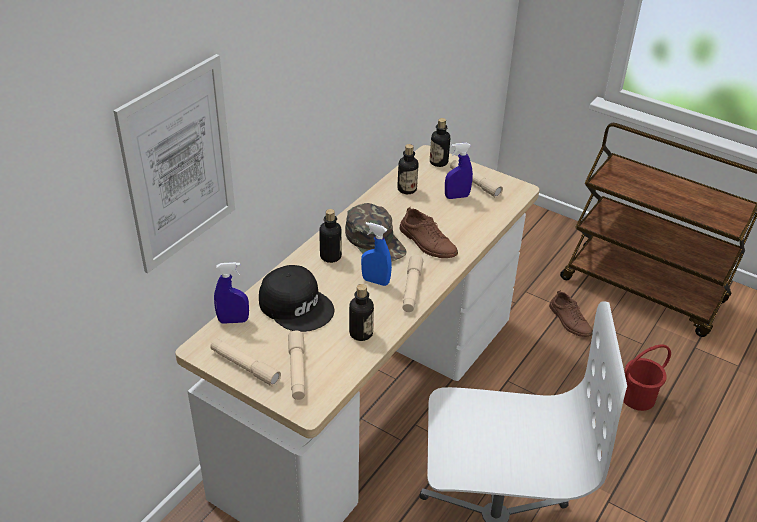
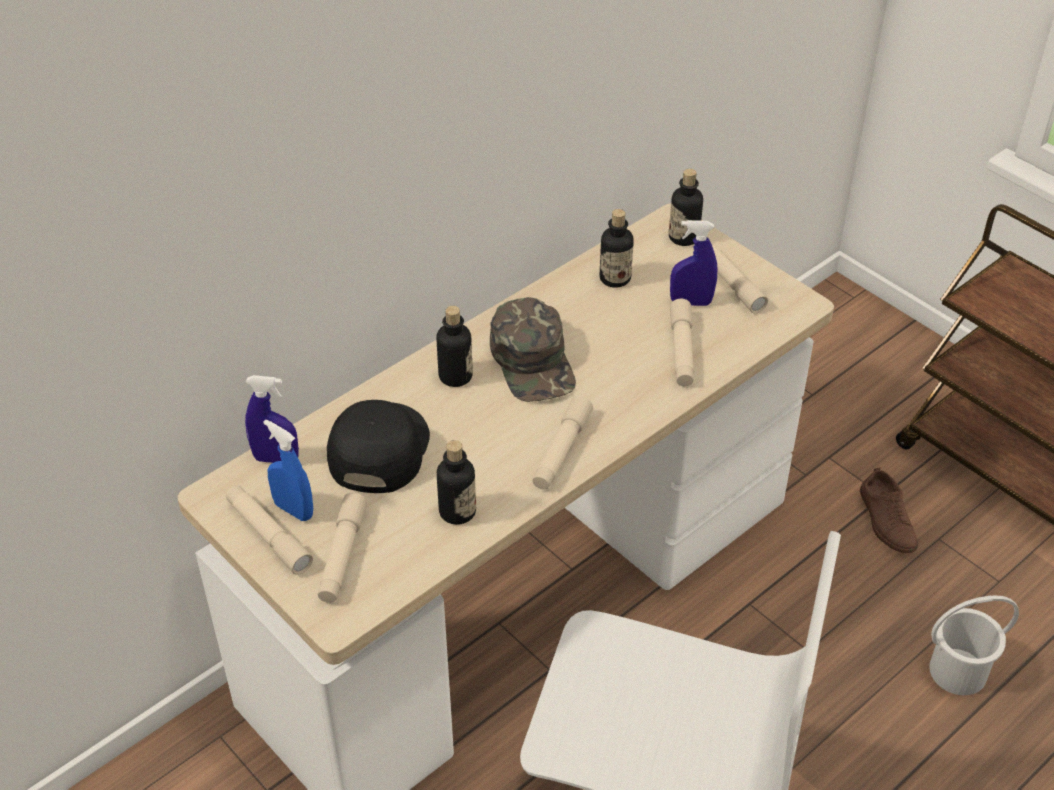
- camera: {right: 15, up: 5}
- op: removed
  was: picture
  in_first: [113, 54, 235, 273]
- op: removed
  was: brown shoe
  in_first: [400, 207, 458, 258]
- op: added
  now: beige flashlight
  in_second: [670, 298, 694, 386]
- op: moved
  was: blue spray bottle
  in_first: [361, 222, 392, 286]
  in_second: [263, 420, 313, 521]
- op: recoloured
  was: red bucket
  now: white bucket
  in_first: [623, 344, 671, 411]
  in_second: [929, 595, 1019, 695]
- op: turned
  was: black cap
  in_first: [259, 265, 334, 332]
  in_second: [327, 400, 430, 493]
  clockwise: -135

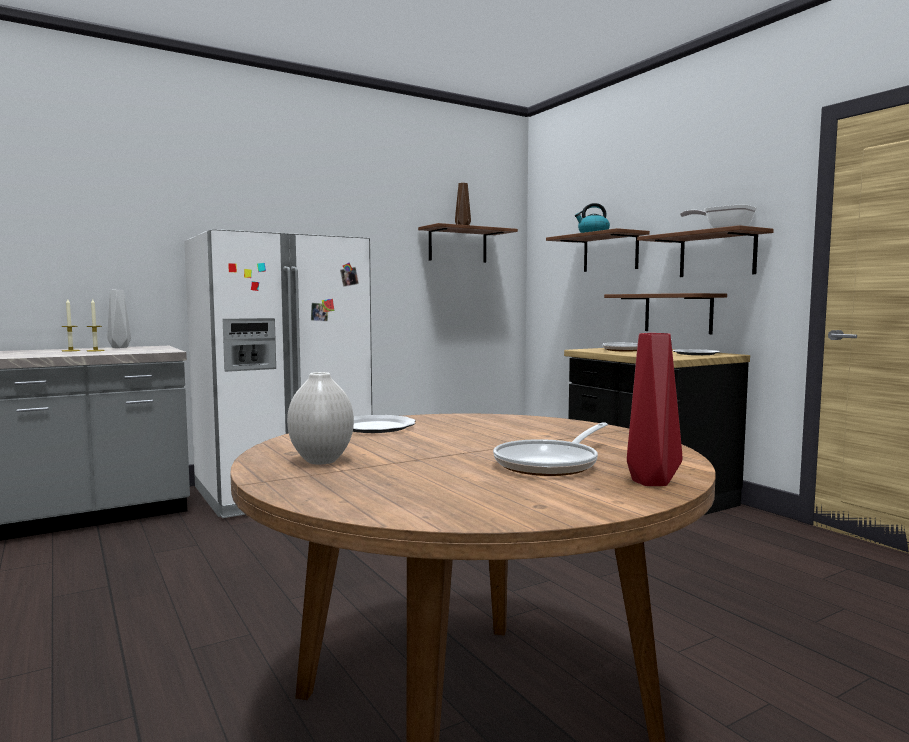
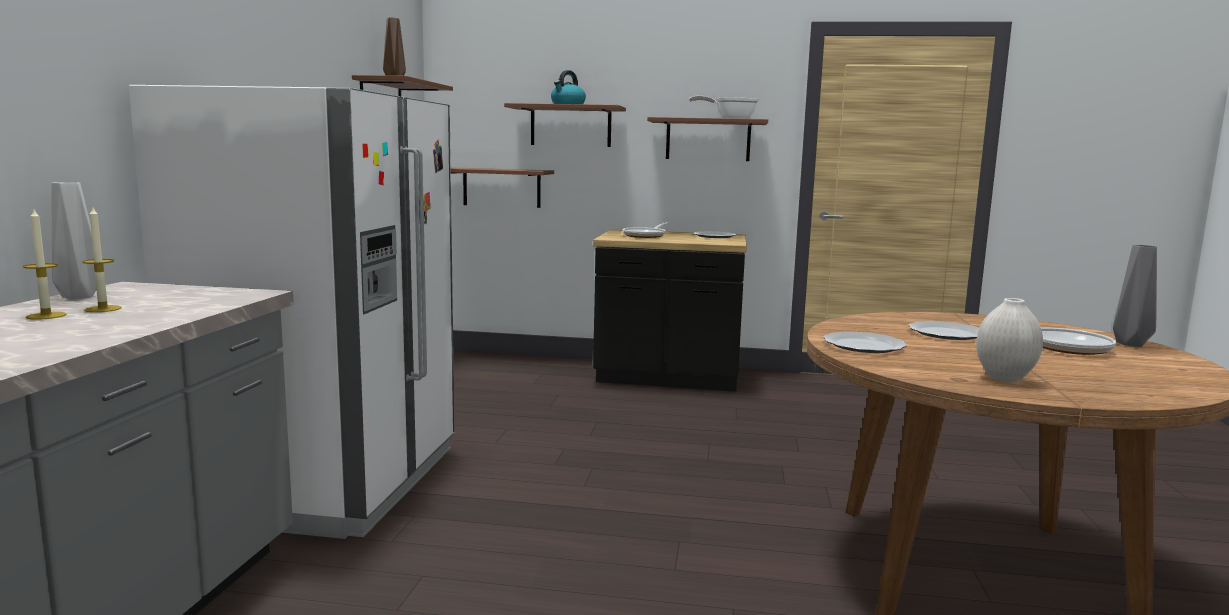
- camera: {right: -50, up: 5}
- op: added
  now: plate
  in_second: [908, 321, 979, 340]
- op: moved
  was: brown shelf
  in_first: [604, 293, 727, 334]
  in_second: [451, 167, 554, 208]
- op: recoloured
  was: red vase
  now: grey vase
  in_first: [627, 333, 683, 486]
  in_second: [1113, 245, 1157, 347]

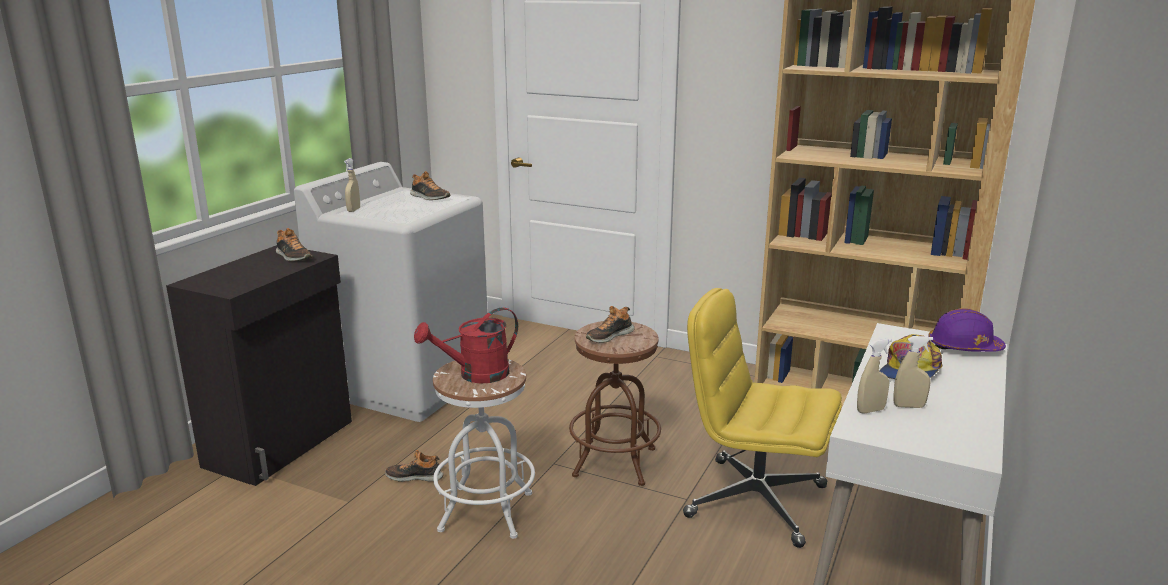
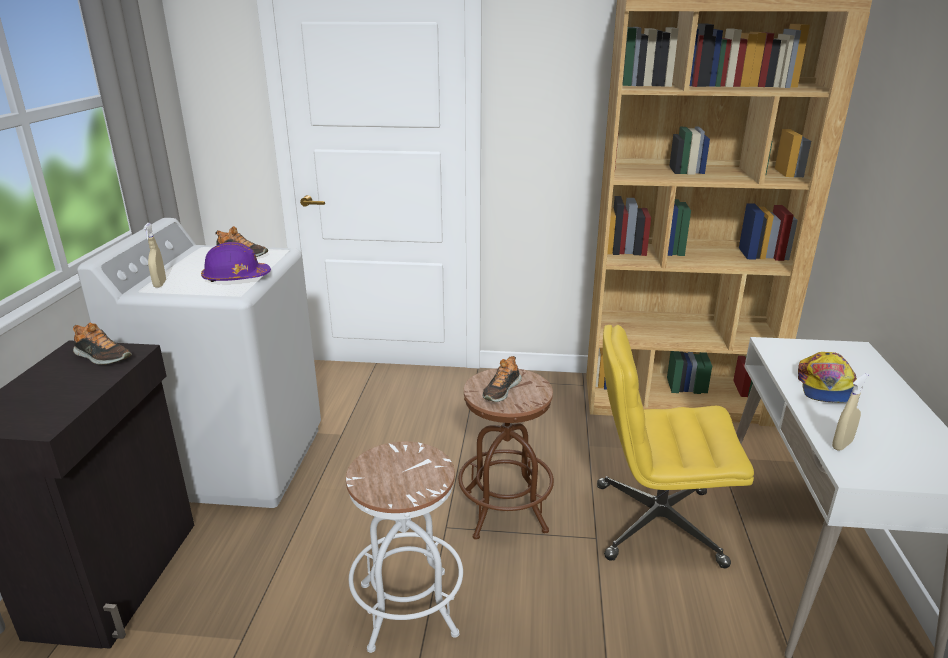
- camera: {right: -20, up: 5}
- op: removed
  was: shoe
  in_first: [385, 450, 444, 482]
- op: removed
  was: red watering can
  in_first: [414, 307, 518, 384]
- op: removed
  was: beige spray bottle
  in_first: [893, 336, 933, 408]
- op: moved
  was: purple hard hat
  in_first: [928, 309, 1006, 352]
  in_second: [201, 242, 271, 282]

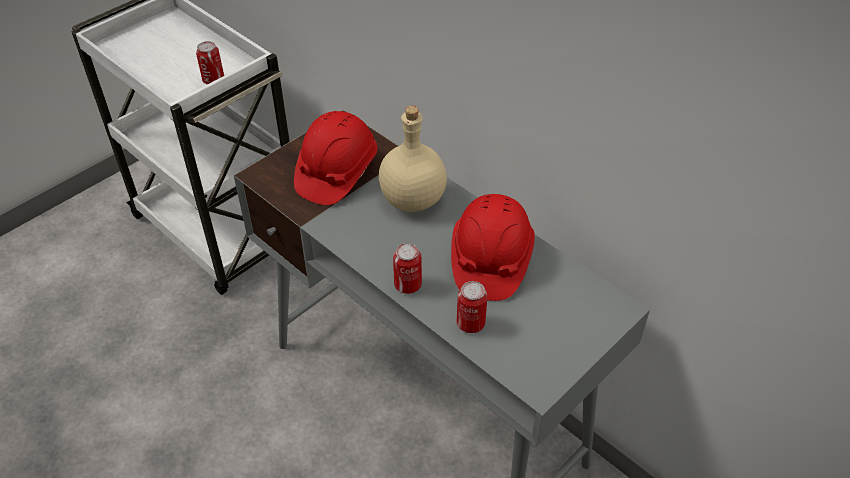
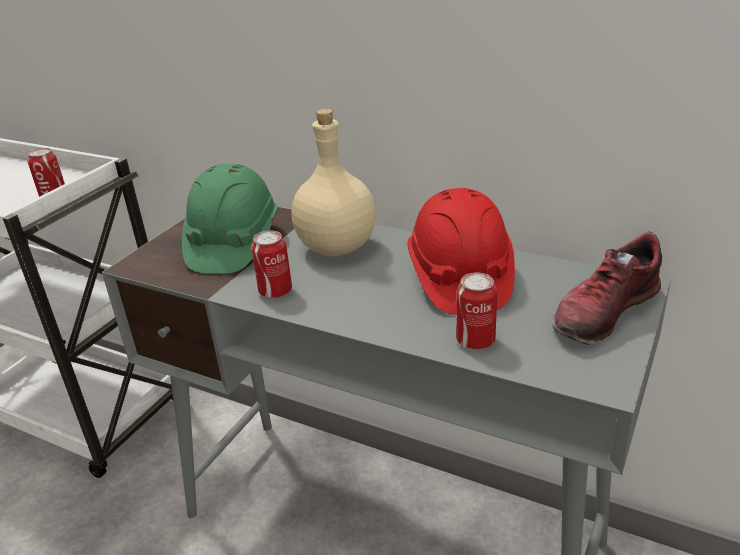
- camera: {right: -15, up: -15}
- op: added
  now: shoe
  in_second: [552, 232, 662, 345]
- op: moved
  was: can
  in_first: [393, 243, 422, 294]
  in_second: [251, 231, 292, 298]
- op: recoloured
  was: red hard hat
  now: green hard hat
  in_first: [294, 111, 377, 205]
  in_second: [182, 164, 278, 274]

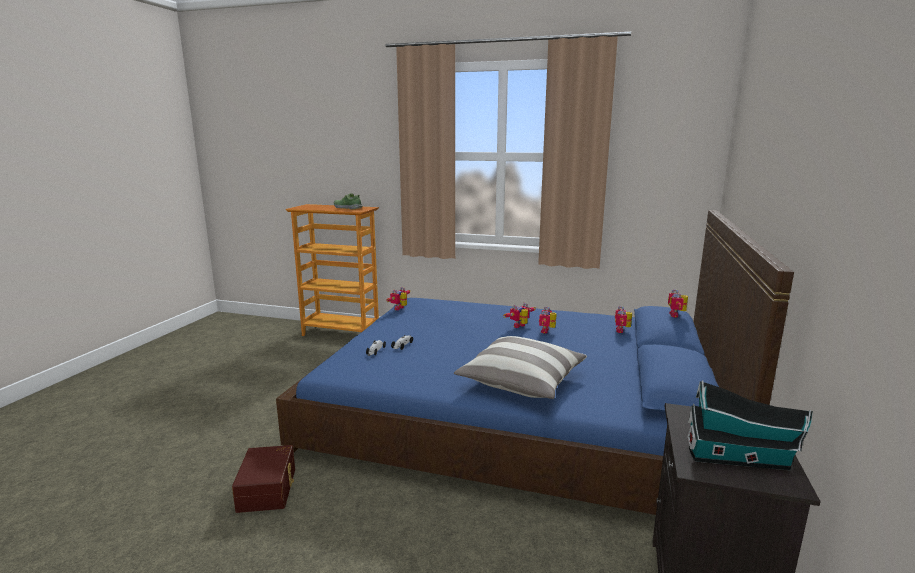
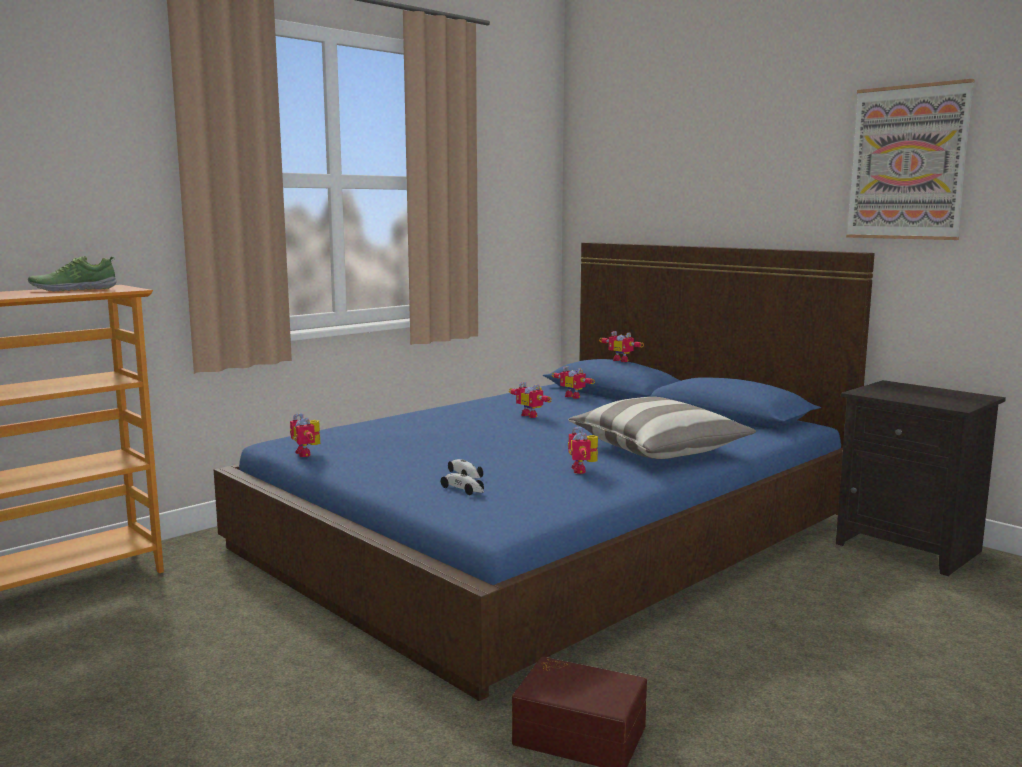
- camera: {right: -60, up: -5}
- op: removed
  was: toy house
  in_first: [687, 380, 813, 471]
- op: added
  now: picture
  in_second: [846, 79, 975, 240]
- op: moved
  was: toy robot
  in_first: [503, 303, 536, 328]
  in_second: [568, 426, 598, 474]

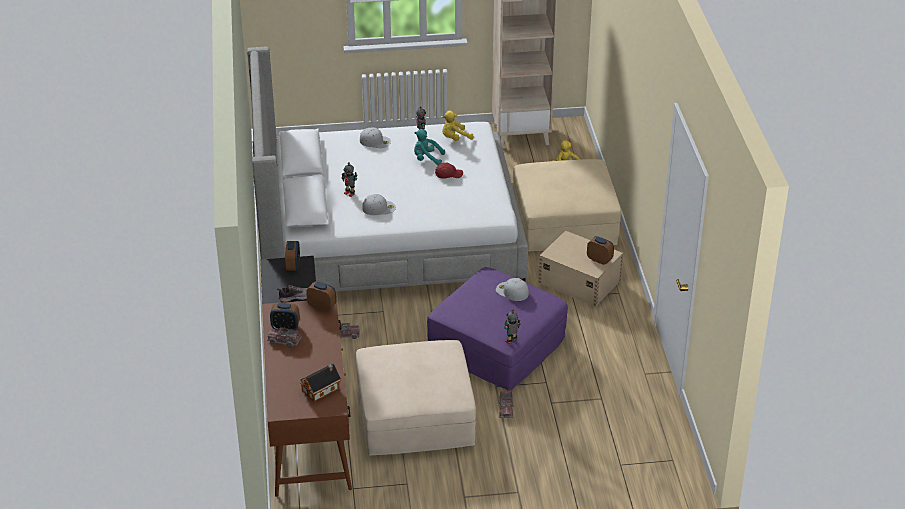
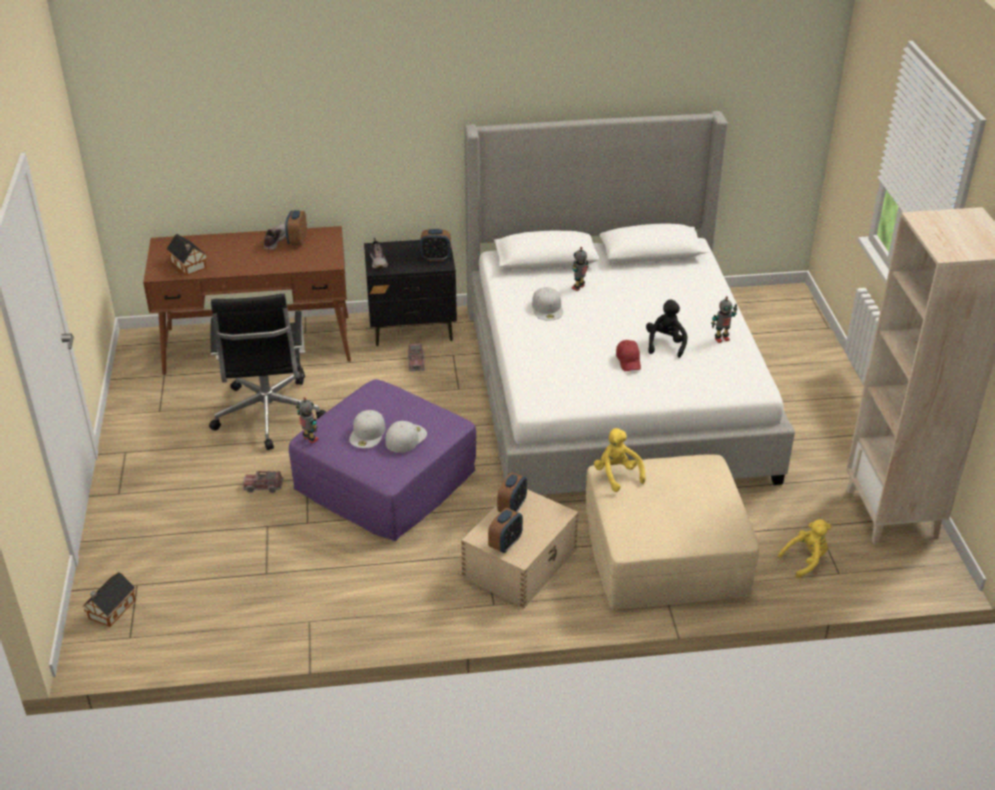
- camera: {right: 90, up: 0}
- op: added
  now: toy house
  in_second: [82, 572, 135, 627]
- op: moved
  was: alarm clock
  in_first: [306, 281, 336, 312]
  in_second: [497, 472, 527, 512]
- op: moved
  was: white cap
  in_first: [360, 128, 391, 148]
  in_second: [349, 410, 386, 448]
- op: moved
  was: yellow plush toy
  in_first: [442, 111, 474, 141]
  in_second: [594, 428, 646, 492]
- op: replaced
  was: toy truck
  now: shoe
  in_first: [267, 327, 302, 348]
  in_second: [264, 224, 286, 250]
- op: replaced
  was: beige ottoman
  now: black office chair
  in_first: [356, 340, 476, 456]
  in_second: [209, 294, 326, 450]
- op: recoloured
  was: turquoise plush toy
  now: black plush toy
  in_first: [414, 129, 445, 165]
  in_second: [646, 300, 687, 358]

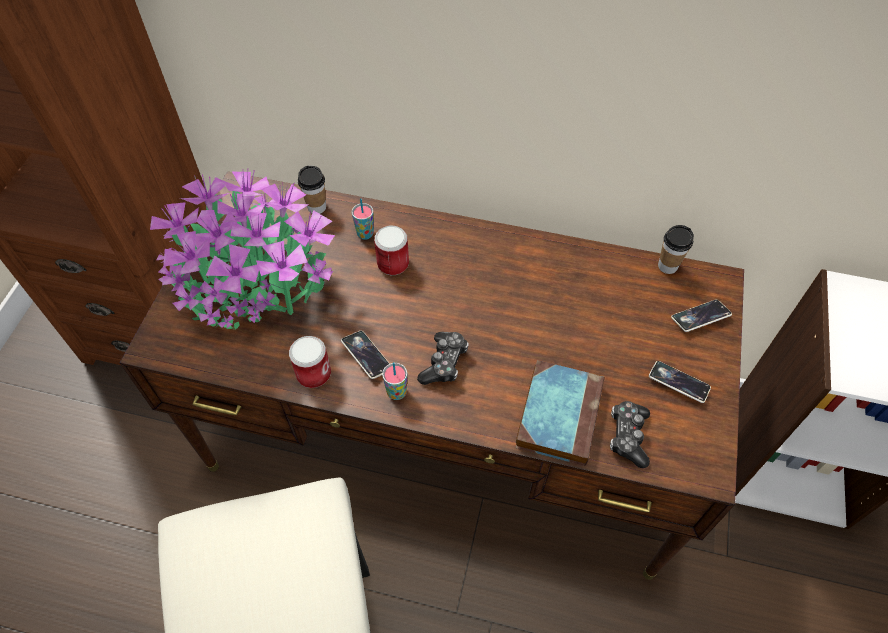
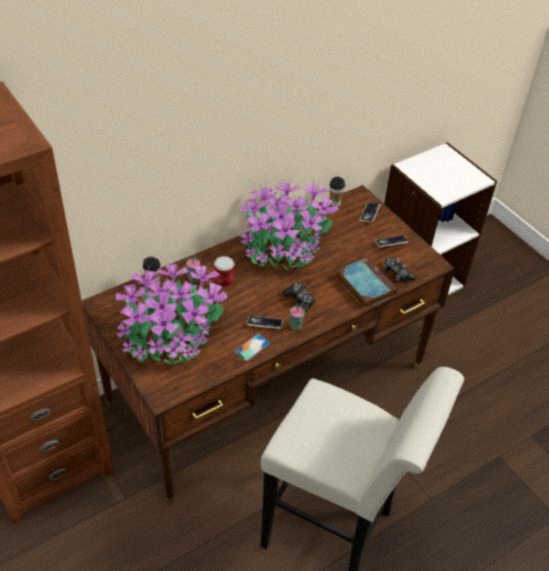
- camera: {right: -50, up: -10}
- op: added
  now: potted plant
  in_second: [240, 179, 339, 271]
- op: replaced
  was: can
  now: phone
  in_first: [289, 336, 331, 388]
  in_second: [234, 334, 270, 361]

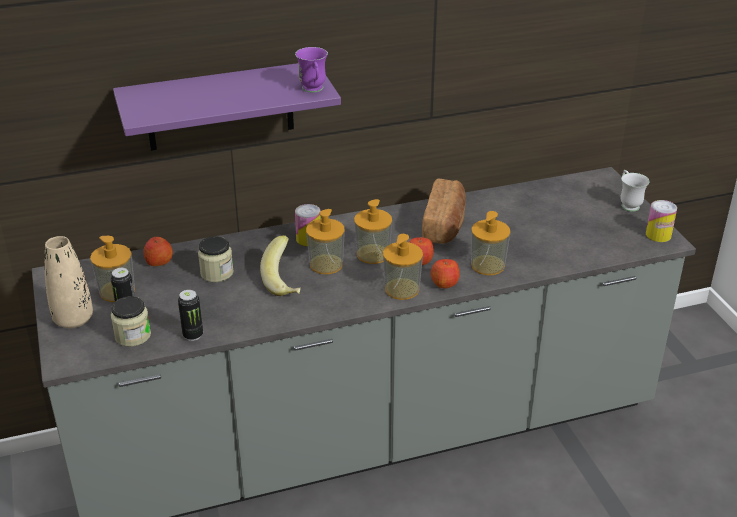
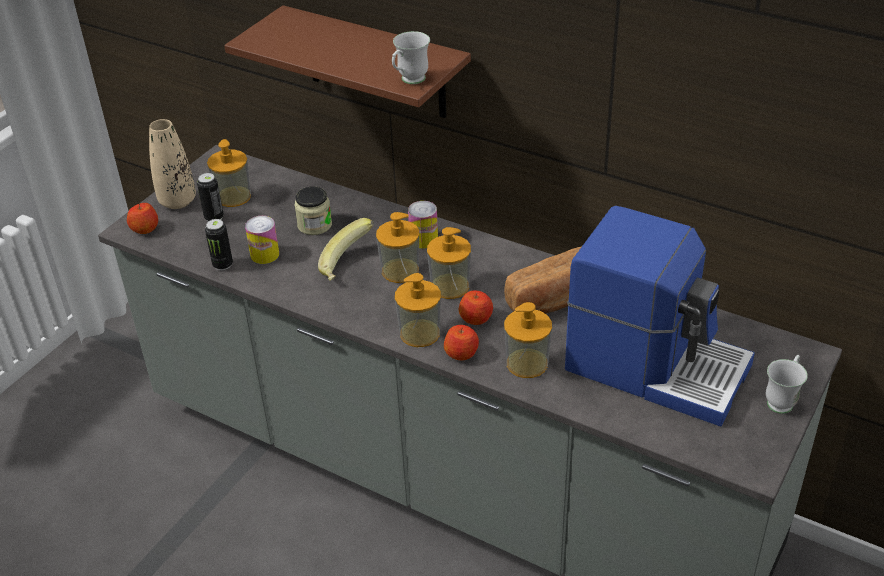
- camera: {right: 50, up: 5}
- op: removed
  was: jar
  in_first: [111, 296, 151, 347]
- op: added
  now: coffee machine
  in_second: [565, 206, 755, 427]
- op: moved
  was: apple
  in_first: [143, 237, 173, 266]
  in_second: [127, 203, 158, 234]
- op: moved
  was: can
  in_first: [646, 200, 677, 242]
  in_second: [245, 216, 279, 264]
- op: recoloured
  was: purple shelf
  now: brown shelf
  in_first: [113, 63, 341, 151]
  in_second: [224, 5, 471, 118]
- op: recoloured
  was: purple mug
  now: white mug
  in_first: [295, 47, 328, 92]
  in_second: [392, 31, 430, 84]

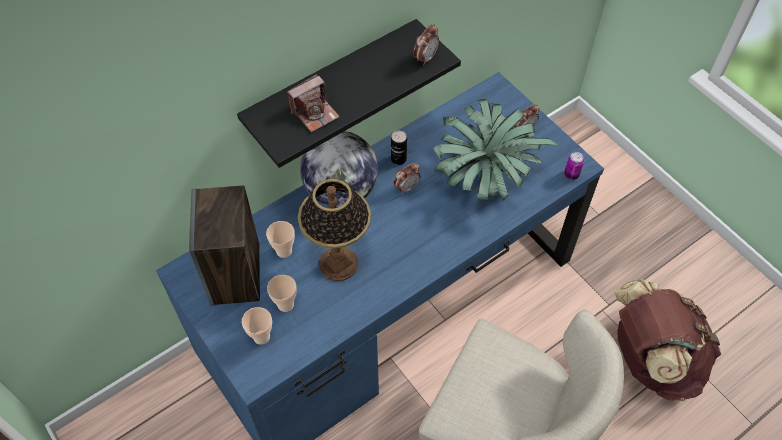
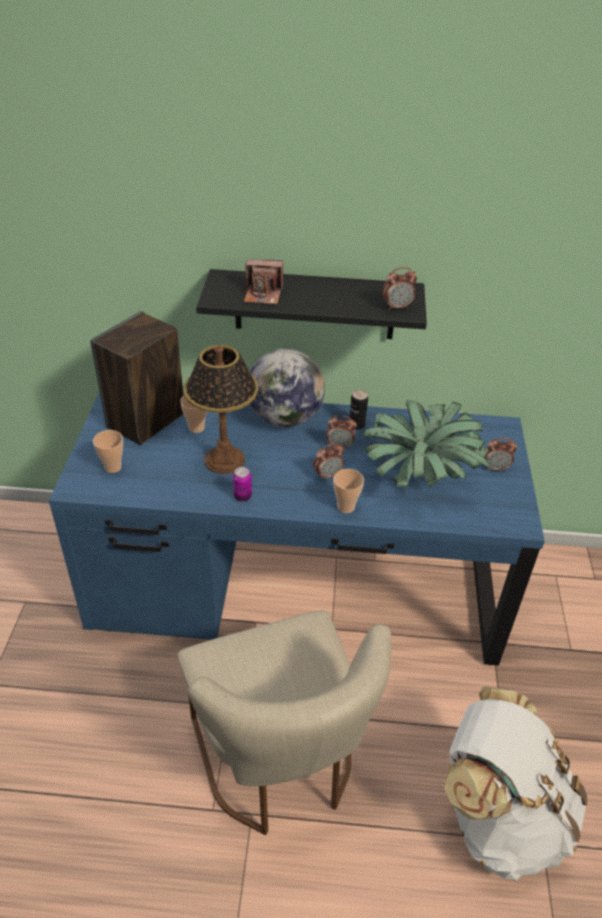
- camera: {right: 40, up: -15}
- op: added
  now: alarm clock
  in_second: [313, 443, 344, 481]
- op: moved
  was: cup
  in_first: [267, 275, 297, 312]
  in_second: [333, 469, 364, 513]
- op: moved
  was: can
  in_first: [564, 152, 584, 180]
  in_second: [233, 467, 252, 502]
- op: recoloured
  was: brown backpack
  now: white backpack
  in_first: [614, 279, 721, 401]
  in_second: [444, 686, 587, 882]

